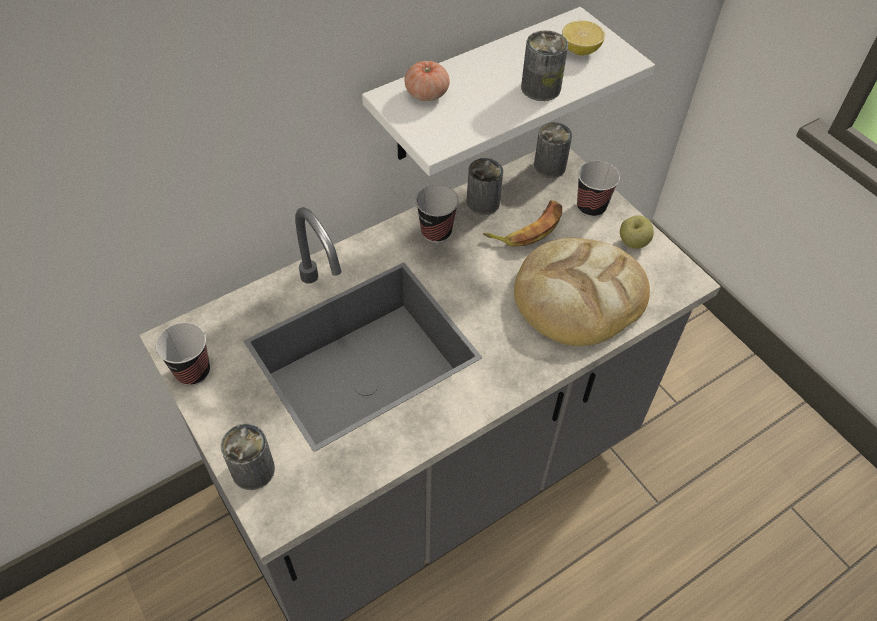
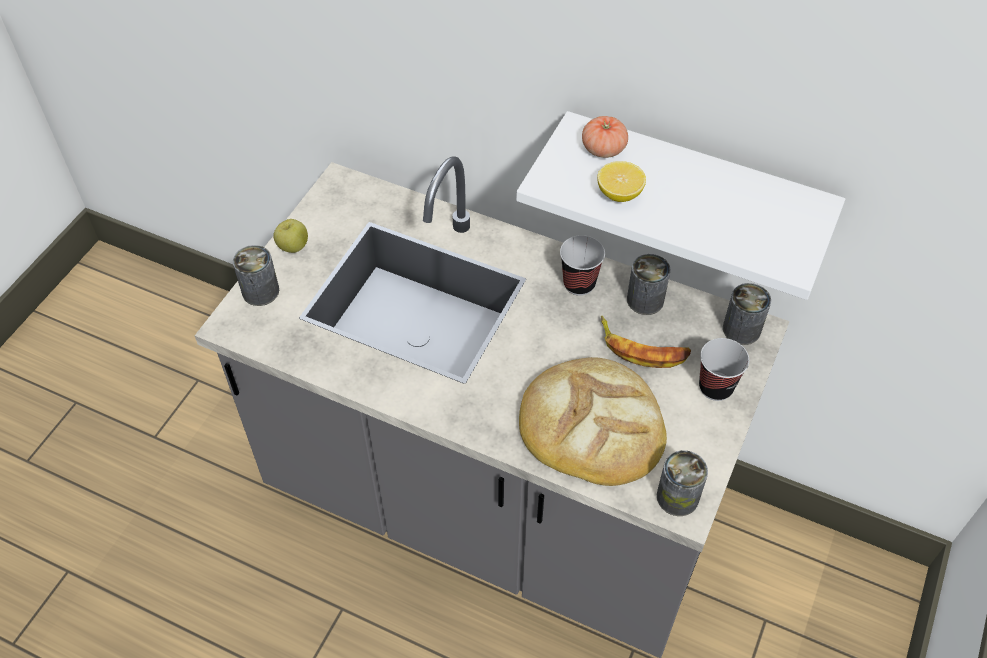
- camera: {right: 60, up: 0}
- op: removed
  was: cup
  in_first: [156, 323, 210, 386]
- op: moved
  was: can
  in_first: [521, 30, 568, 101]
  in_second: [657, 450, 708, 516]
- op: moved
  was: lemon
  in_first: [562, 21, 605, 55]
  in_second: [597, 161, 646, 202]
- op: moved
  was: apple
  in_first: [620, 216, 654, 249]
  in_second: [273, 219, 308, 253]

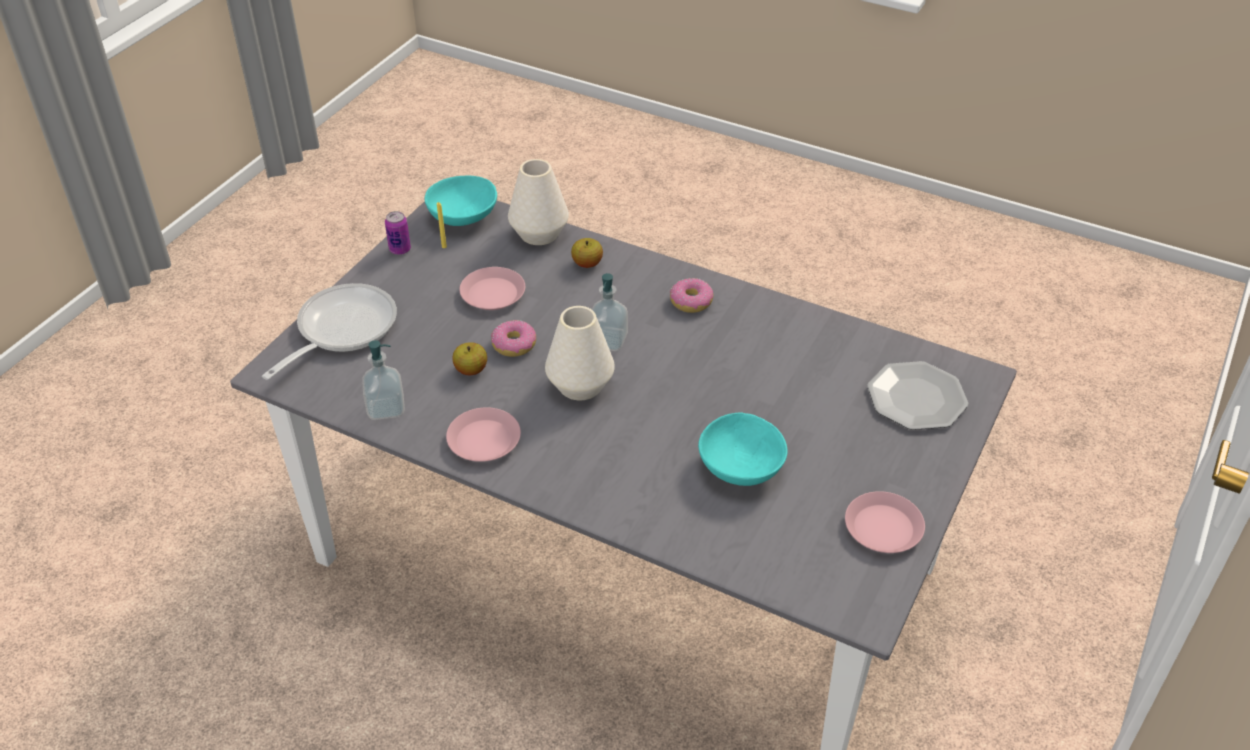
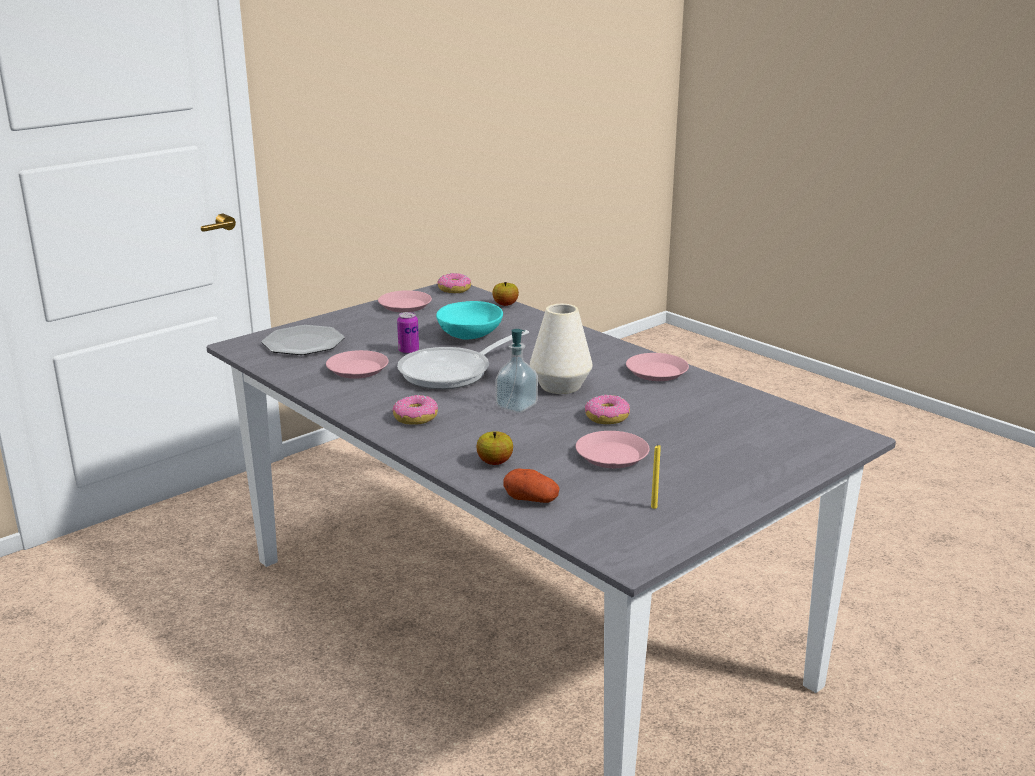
- camera: {right: -160, up: -20}
- op: removed
  was: soap dispenser
  in_first: [362, 340, 405, 420]
- op: removed
  was: turquoise bowl
  in_first: [425, 176, 497, 226]
- op: added
  now: pink plate
  in_second: [326, 350, 389, 379]
- op: added
  now: donut
  in_second: [438, 273, 471, 293]
- op: moved
  was: frying pan
  in_first: [262, 283, 397, 380]
  in_second: [397, 330, 529, 389]
- op: moved
  was: can
  in_first: [385, 211, 411, 255]
  in_second: [397, 312, 419, 354]
- op: moved
  was: apple
  in_first: [452, 342, 487, 375]
  in_second: [492, 282, 519, 306]
- op: replaced
  was: white vase
  now: potato
  in_first: [508, 159, 569, 245]
  in_second: [503, 469, 560, 503]

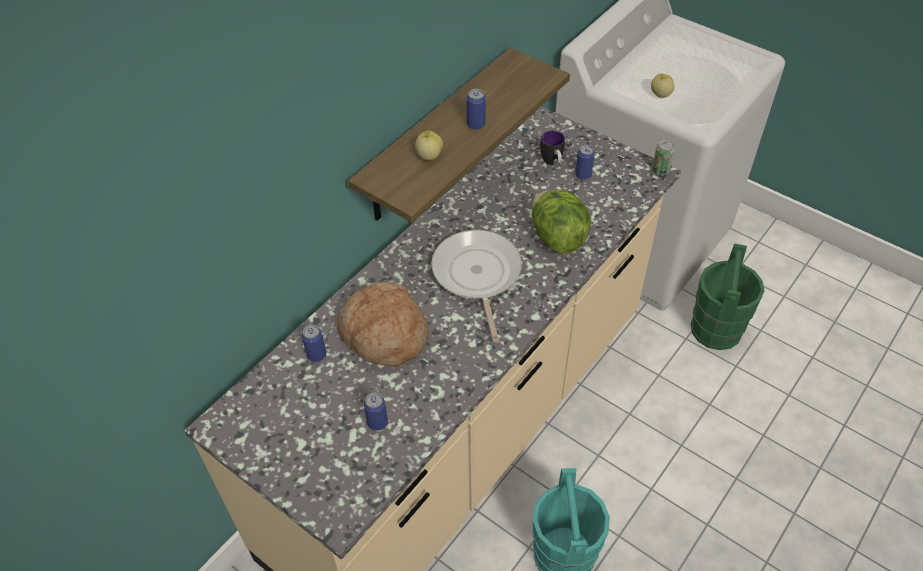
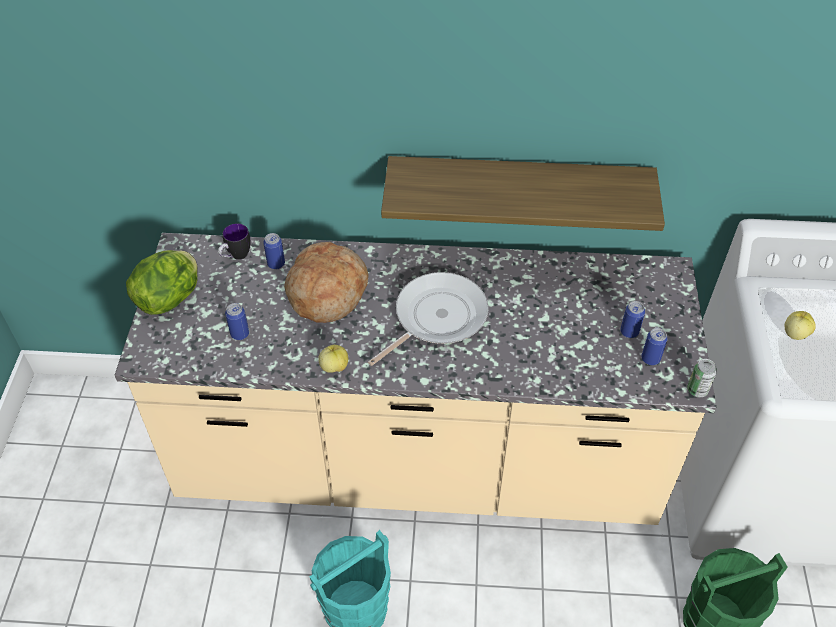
- camera: {right: 55, up: 0}
- op: moved
  was: apple
  in_first: [415, 131, 443, 161]
  in_second: [318, 345, 348, 373]
- op: moved
  was: can
  in_first: [467, 89, 486, 130]
  in_second: [641, 328, 668, 365]
- op: moved
  was: lettuce
  in_first: [532, 189, 591, 254]
  in_second: [126, 250, 198, 315]
- op: moved
  was: mug
  in_first: [540, 131, 565, 165]
  in_second: [218, 223, 250, 260]

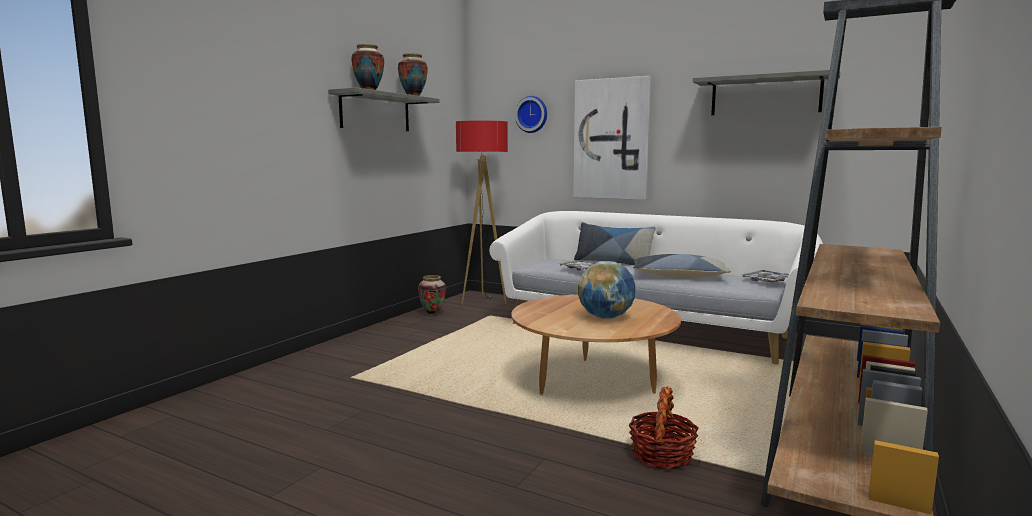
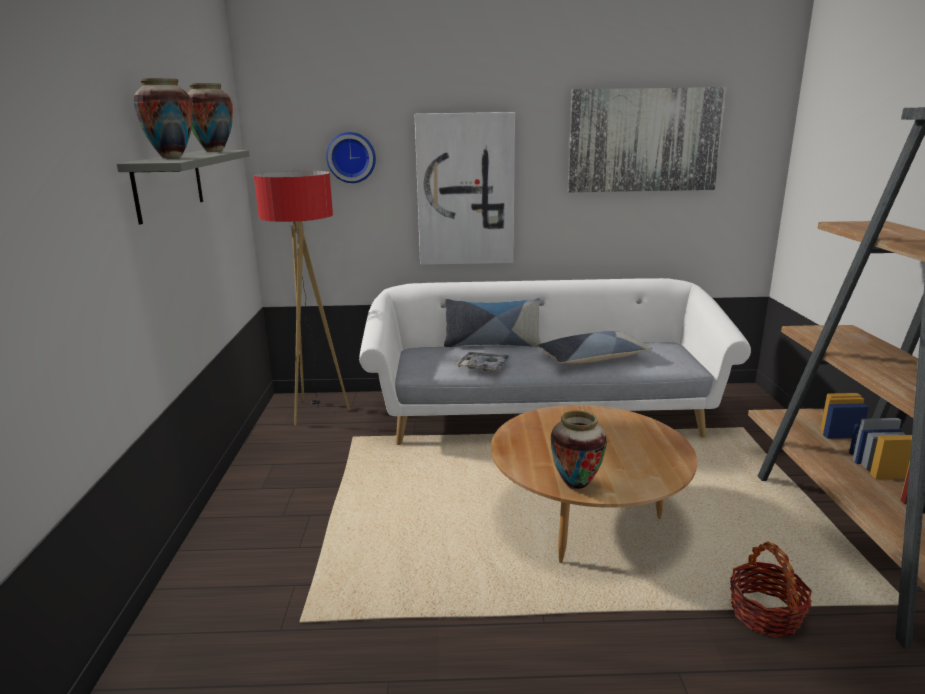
- camera: {right: -30, up: 10}
- op: removed
  was: globe
  in_first: [578, 261, 635, 319]
- op: removed
  was: tray
  in_first: [742, 270, 789, 282]
- op: moved
  was: vase
  in_first: [418, 275, 446, 315]
  in_second: [551, 411, 607, 490]
- op: replaced
  was: grey shelf
  now: picture
  in_first: [693, 70, 840, 115]
  in_second: [568, 87, 727, 192]

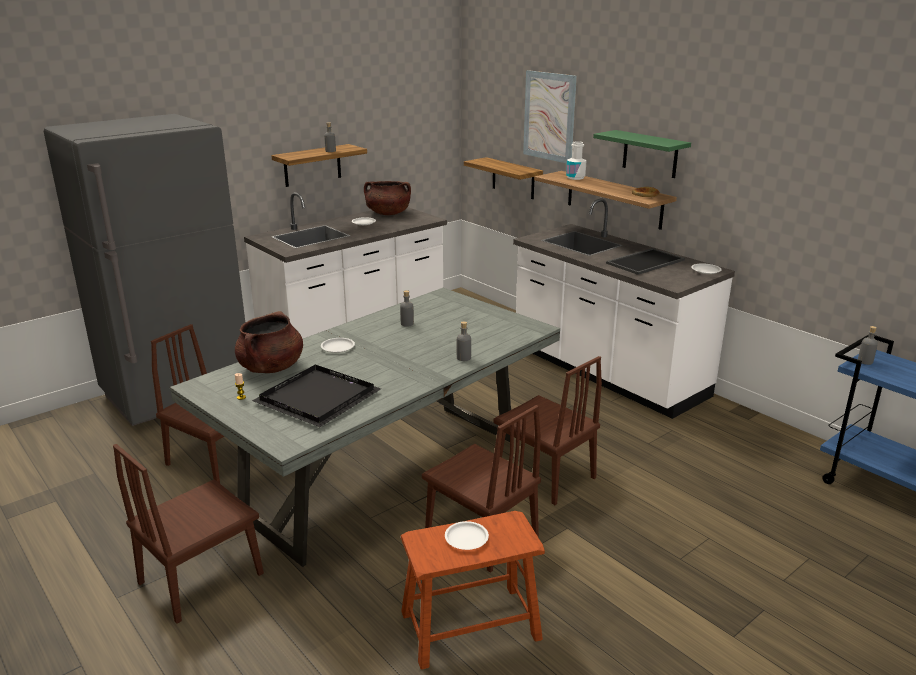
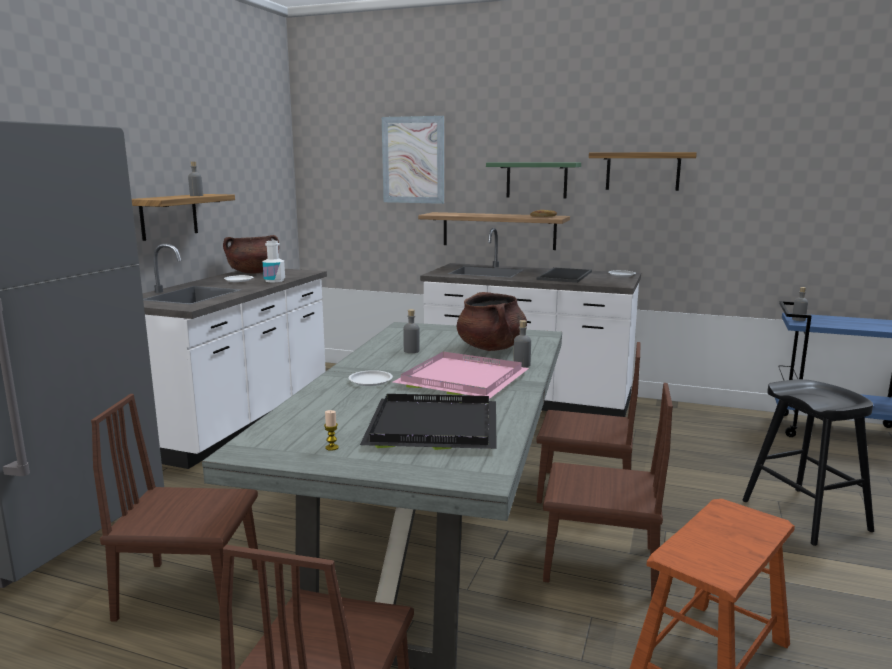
- camera: {right: -30, up: -10}
- op: removed
  was: white plate
  in_first: [445, 521, 489, 550]
- op: added
  now: pink tray
  in_second: [393, 352, 529, 399]
- op: added
  now: black stool
  in_second: [743, 379, 874, 546]
- op: moved
  was: brown cooking pot
  in_first: [235, 311, 303, 373]
  in_second: [457, 292, 527, 351]
- op: moved
  was: shelf
  in_first: [464, 157, 543, 199]
  in_second: [589, 152, 697, 191]
- op: moved
  was: white bottle
  in_first: [566, 141, 587, 180]
  in_second: [263, 241, 285, 282]

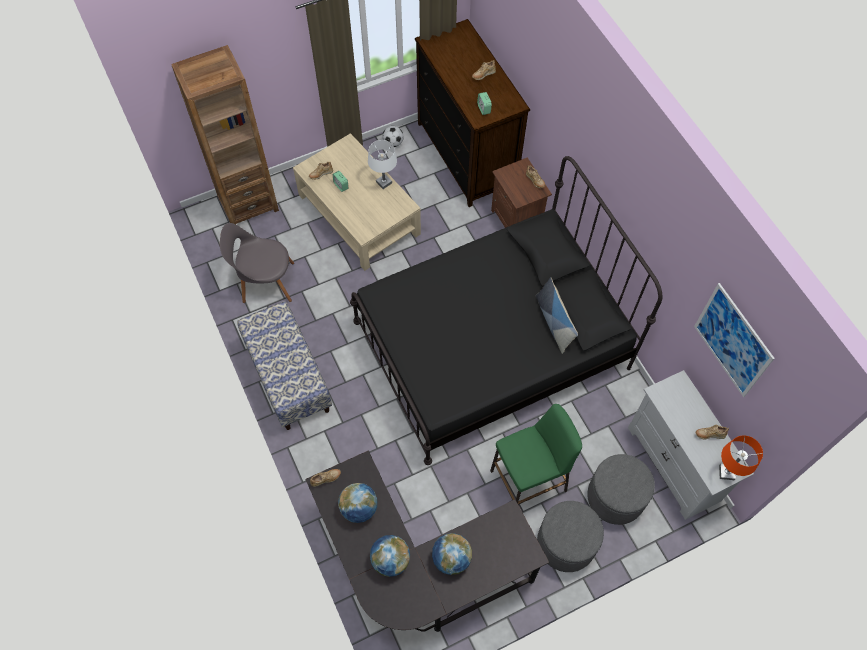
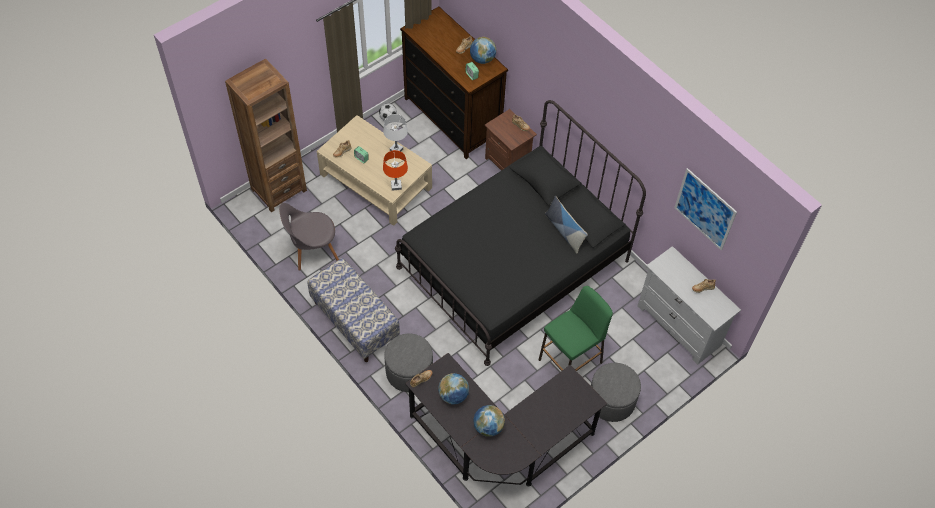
- camera: {right: -15, up: -5}
- op: moved
  was: globe
  in_first: [432, 533, 472, 575]
  in_second: [470, 37, 496, 64]
- op: moved
  was: grey ottoman
  in_first: [587, 454, 655, 525]
  in_second: [384, 334, 433, 392]
- op: moved
  was: orange table lamp
  in_first: [719, 436, 763, 480]
  in_second: [383, 150, 408, 191]

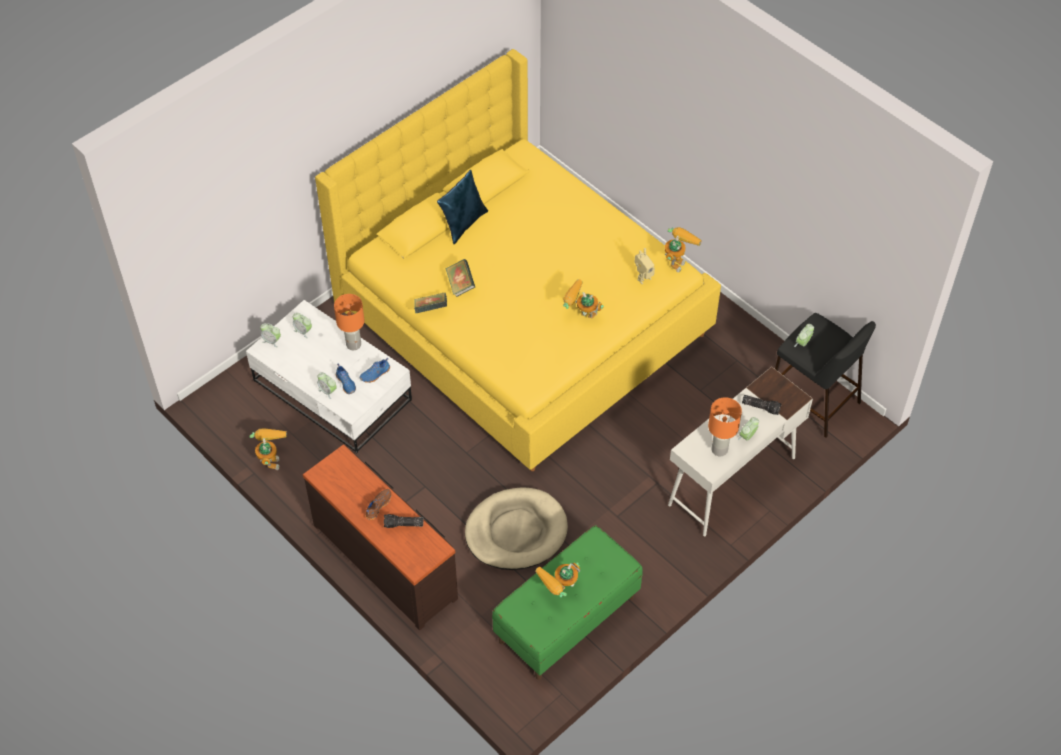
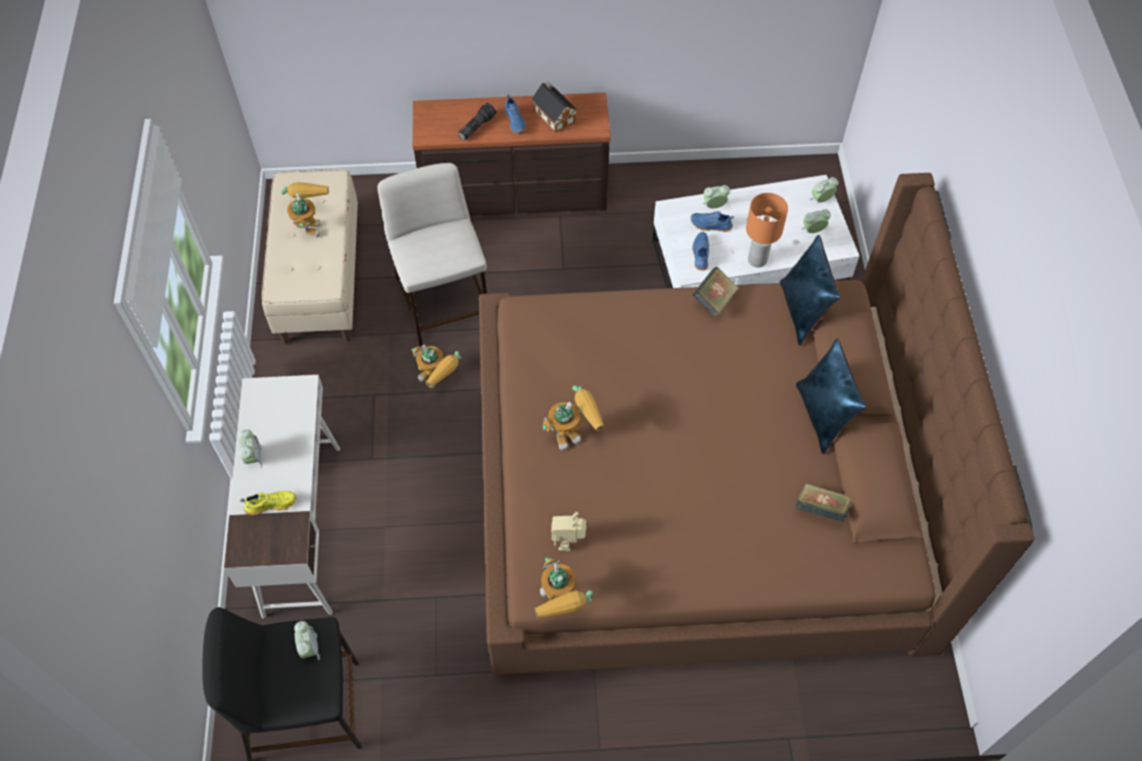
- camera: {right: 130, up: 5}
- op: removed
  was: orange table lamp
  in_first: [708, 397, 742, 456]
- op: added
  now: toy house
  in_second: [531, 82, 578, 133]
- op: added
  now: blue pillow
  in_second: [780, 235, 840, 345]
- op: moved
  was: toy robot
  in_first: [250, 428, 287, 470]
  in_second: [412, 345, 461, 388]
- op: moved
  was: book
  in_first: [446, 259, 475, 297]
  in_second: [795, 484, 852, 523]
- op: replaced
  was: beige dog bed
  now: beige stool
  in_first: [465, 488, 568, 570]
  in_second: [377, 163, 487, 347]
- op: replaced
  was: flashlight
  now: yellow shoe
  in_first: [742, 395, 781, 415]
  in_second: [240, 491, 296, 515]
- op: recoloured
  was: yellow bed
  now: brown bed
  in_first: [315, 49, 721, 471]
  in_second: [479, 173, 1034, 675]
- op: recoloured
  was: brown shoe
  now: blue shoe
  in_first: [366, 489, 391, 520]
  in_second: [504, 94, 526, 133]
- op: recoloured
  was: green bench
  now: beige bench
  in_first: [492, 525, 643, 680]
  in_second: [262, 169, 358, 344]

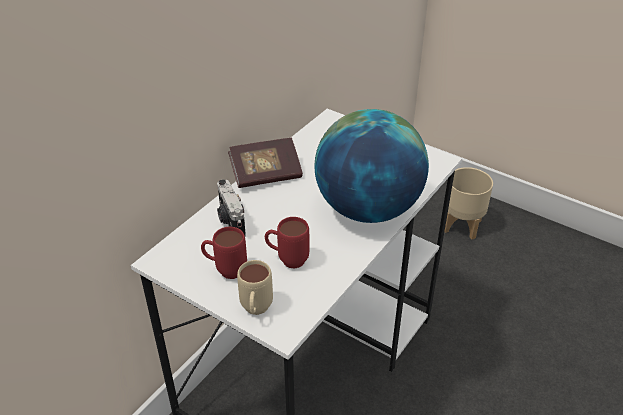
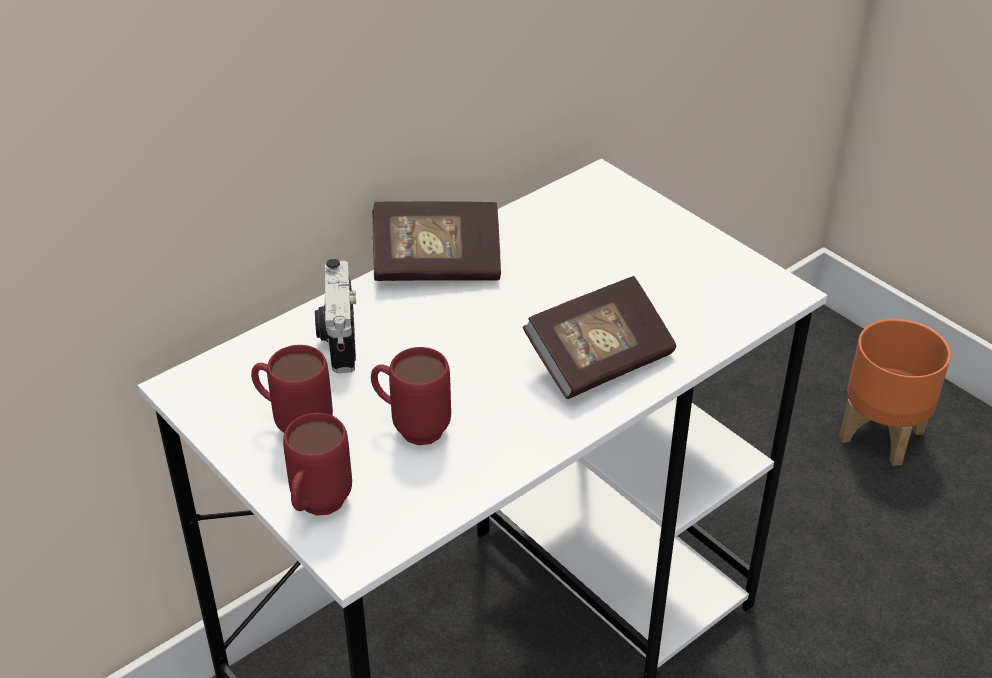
- camera: {right: 15, up: 0}
- op: replaced
  was: globe
  now: book
  in_first: [314, 109, 429, 223]
  in_second: [523, 276, 676, 399]
- op: recoloured
  was: beige mug
  now: red mug
  in_first: [237, 260, 273, 315]
  in_second: [283, 413, 352, 515]
- op: recoloured
  was: beige planter
  now: orange planter
  in_first: [444, 167, 493, 239]
  in_second: [839, 319, 951, 466]

